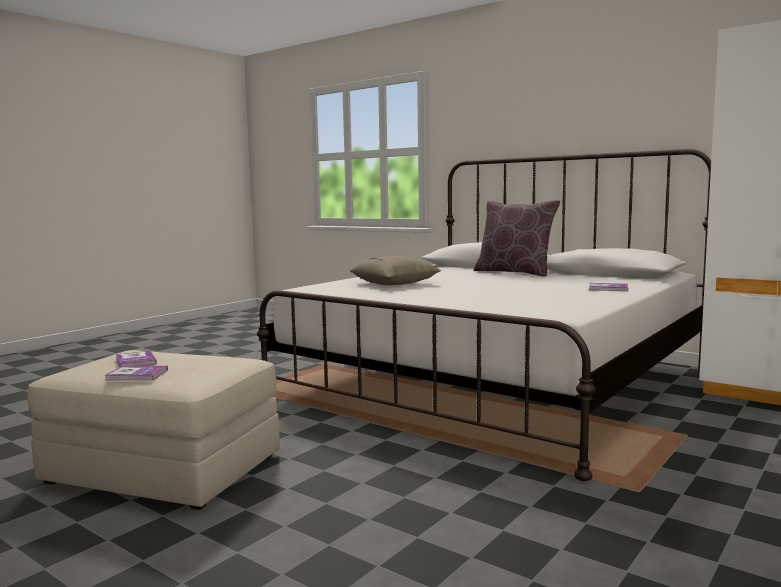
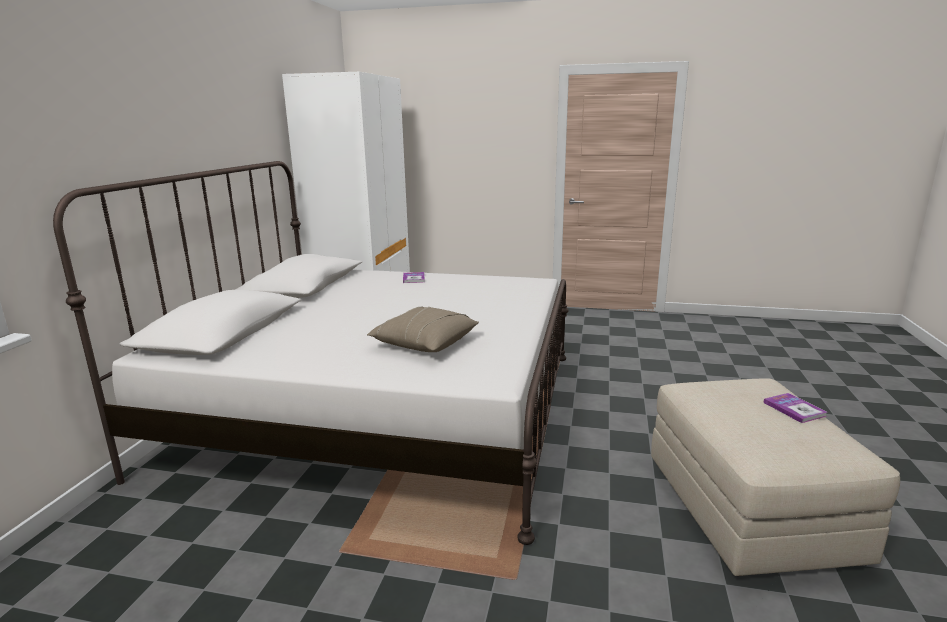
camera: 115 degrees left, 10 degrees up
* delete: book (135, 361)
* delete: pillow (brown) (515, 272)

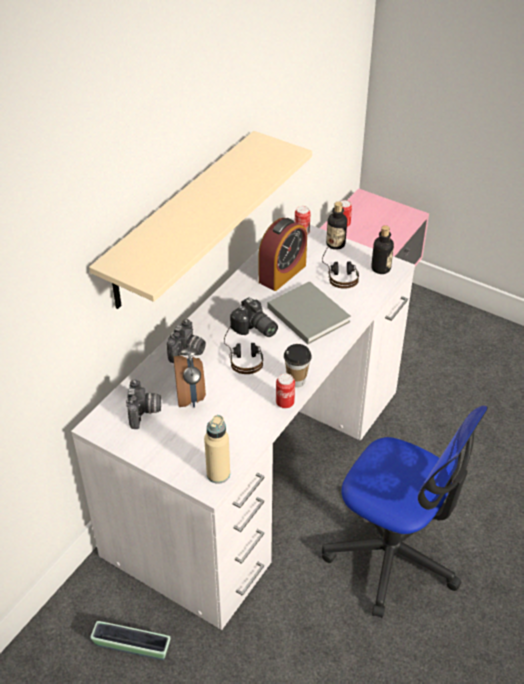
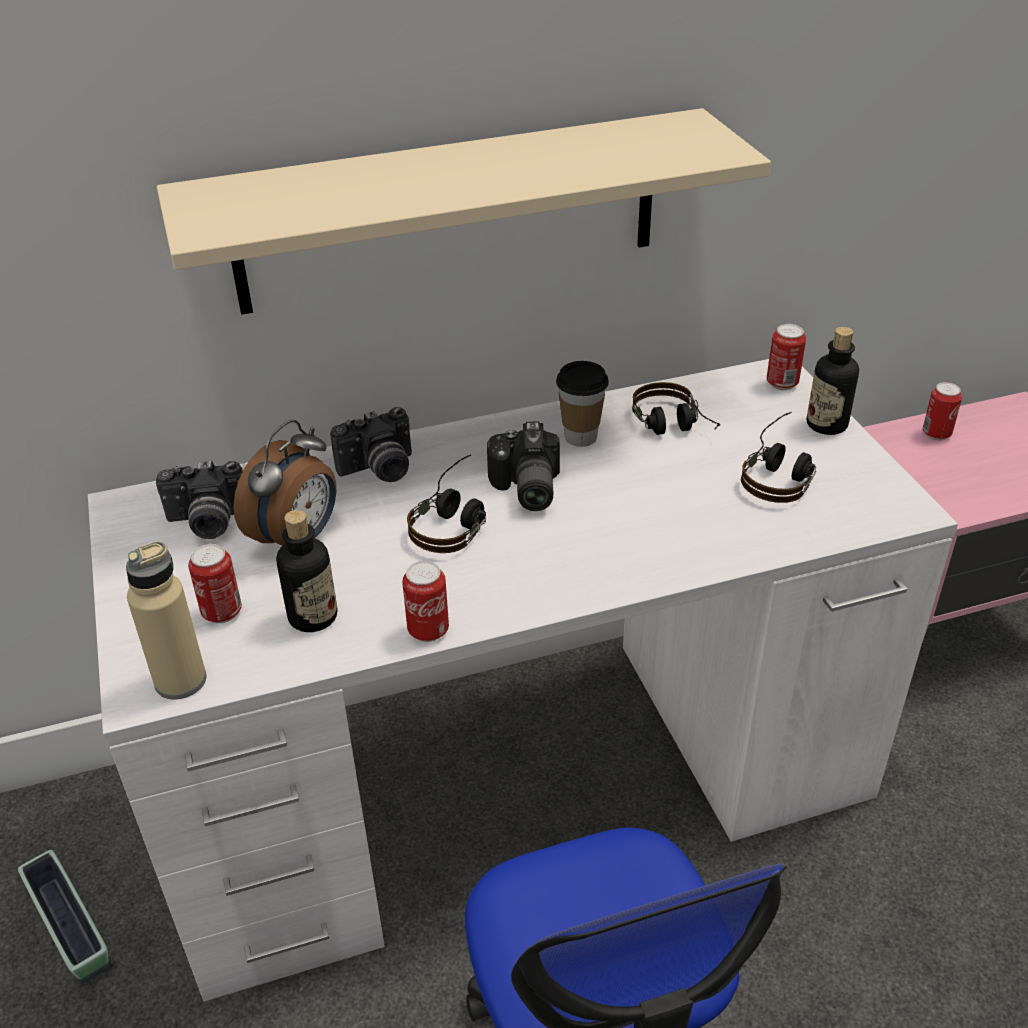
camera: 40 degrees right, 5 degrees down
* rotate: photo camera (145, 412) = (208, 523) 45 degrees clockwise
* replace: alarm clock (282, 273) to headphones (674, 428)
* delete: book (grey) (307, 313)
* move: cup (296, 381) to (581, 437)
* move: bottle (380, 268) to (313, 616)
* insert: can (222, 612)

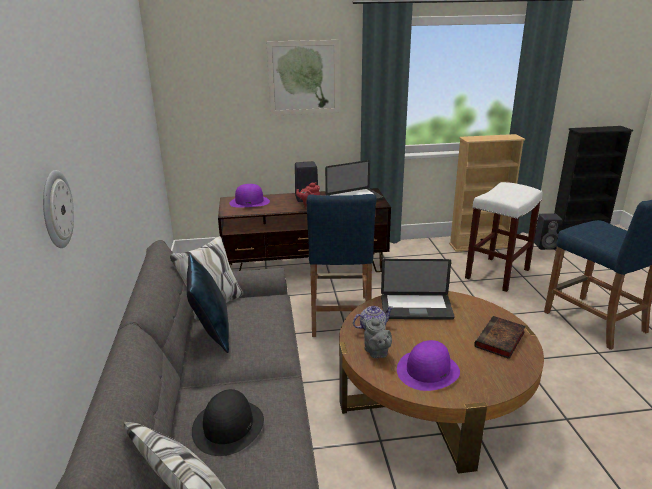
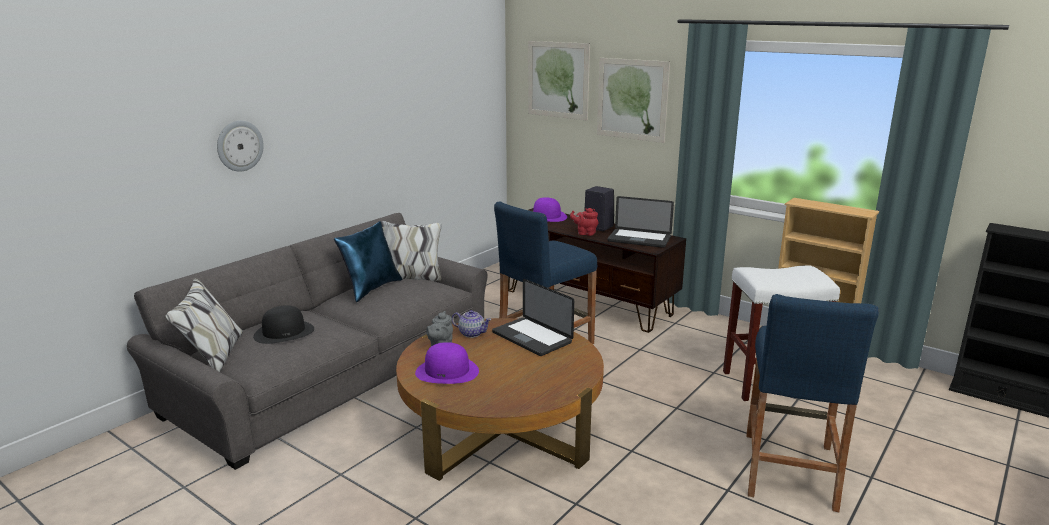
camera: 45 degrees right, 5 degrees down
* delete: book (500, 340)
* delete: speaker (black) (546, 246)
* insert: picture (558, 80)

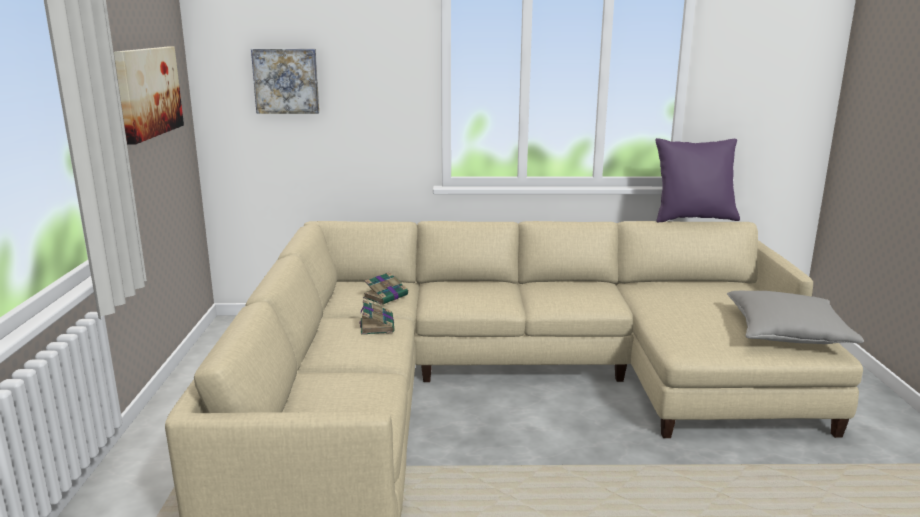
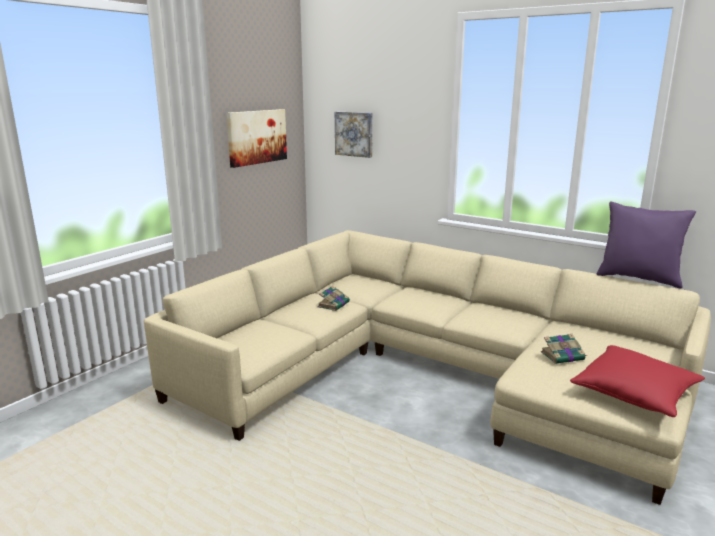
camera: 35 degrees right, 0 degrees up
* move: book (386, 296) to (563, 356)
* recolor: pillow (grey) (787, 334) to pillow (red) (635, 394)

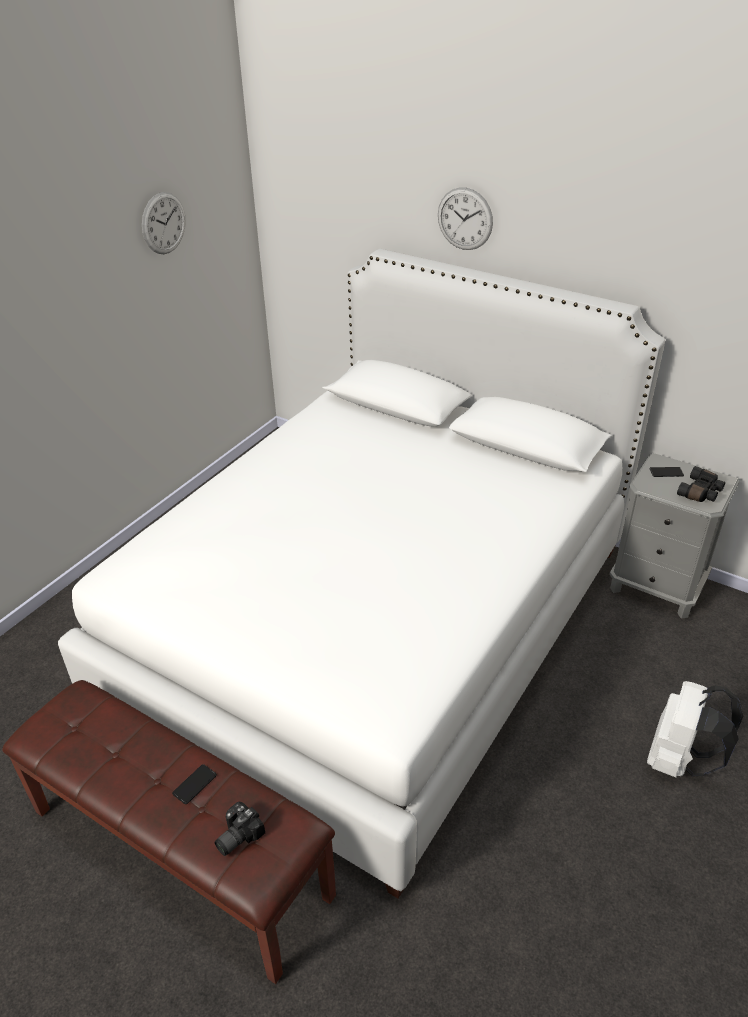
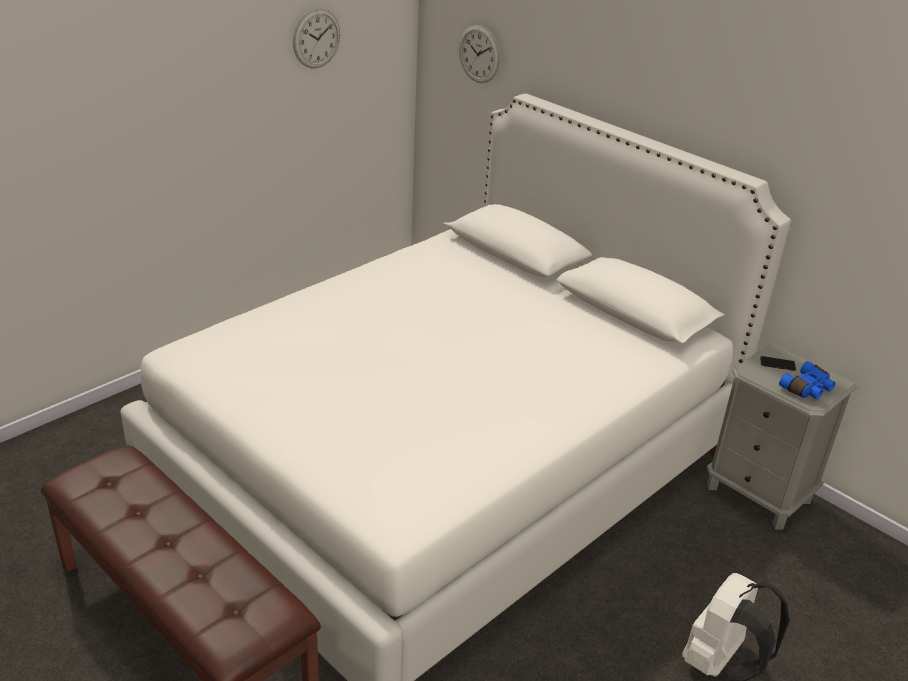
camera: 10 degrees right, 5 degrees down
* delete: phone (194, 784)
* delete: photo camera (236, 836)
* move: wall clock (465, 219) to (479, 54)
* recolor: binoculars (black) (701, 492) to binoculars (blue) (807, 389)

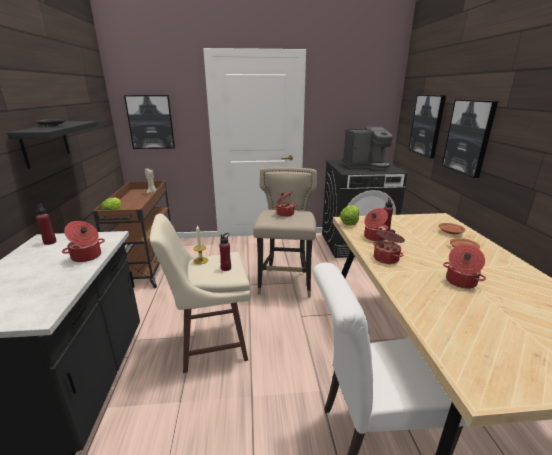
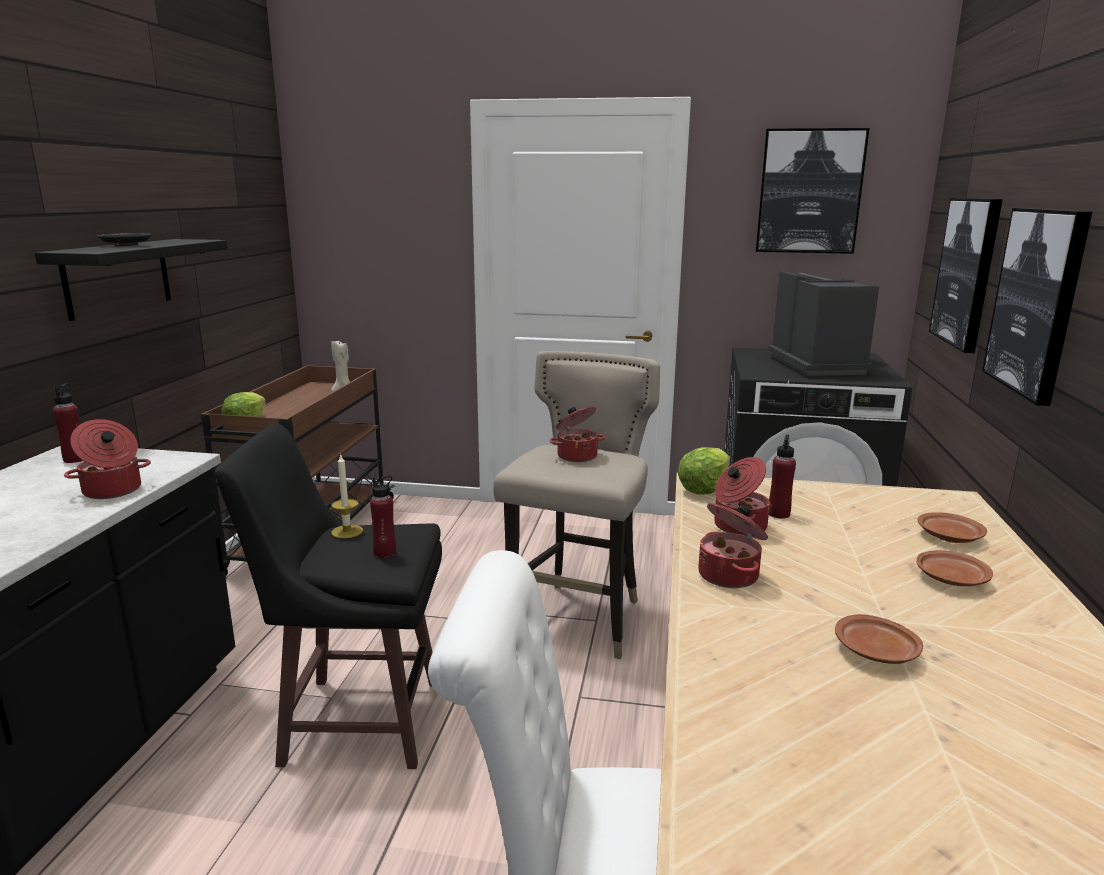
camera: 15 degrees right, 5 degrees down
* move: picture (151, 122) to (809, 192)
* recolor: stool (beige) (211, 344) to stool (black) (357, 720)
* rotate: coffee machine (366, 166) = (818, 365) 105 degrees counterclockwise
* replace: cooking pot (460, 282) to plate (brown) (876, 652)

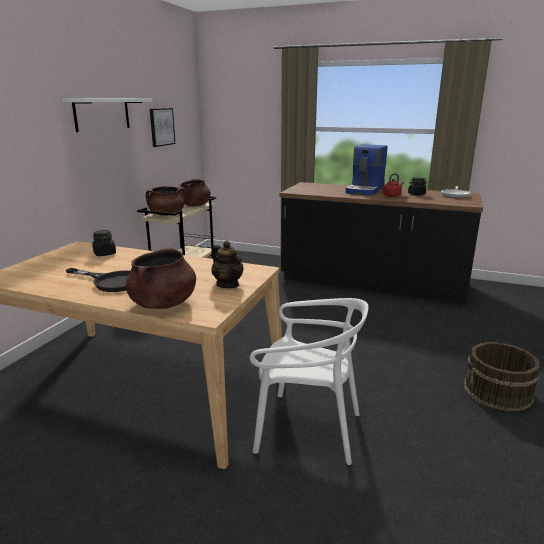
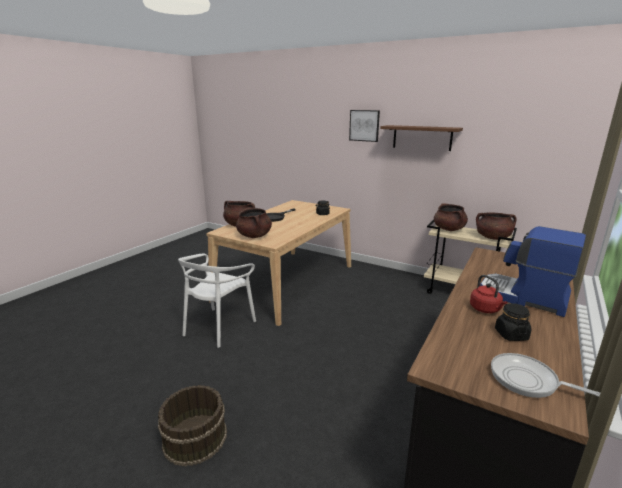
camera: 100 degrees right, 0 degrees up
* recolor: shelf (white) (102, 114) to shelf (brown) (422, 137)
* move: picture (161, 127) to (364, 125)
* replace: teapot (228, 284) to cooking pot (brown) (254, 236)

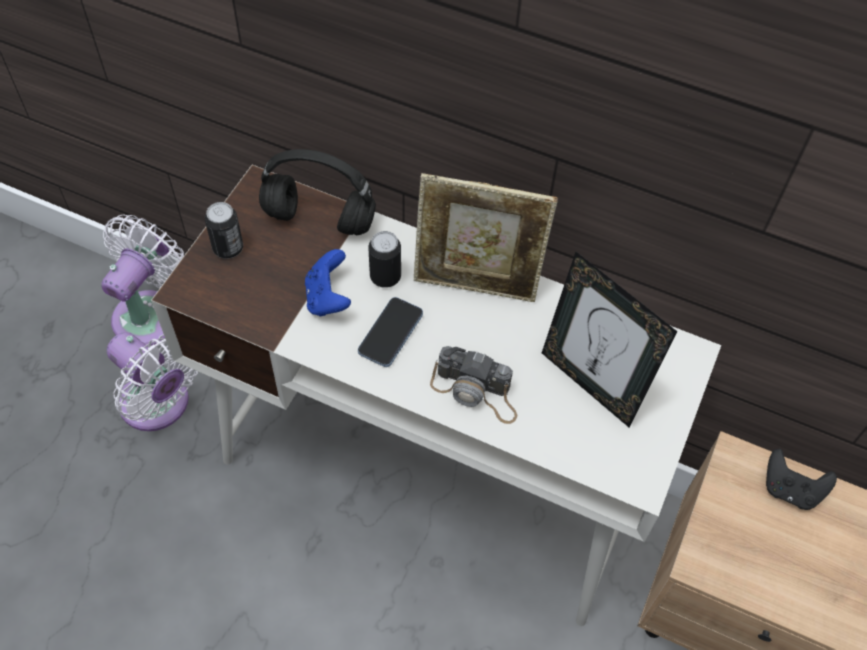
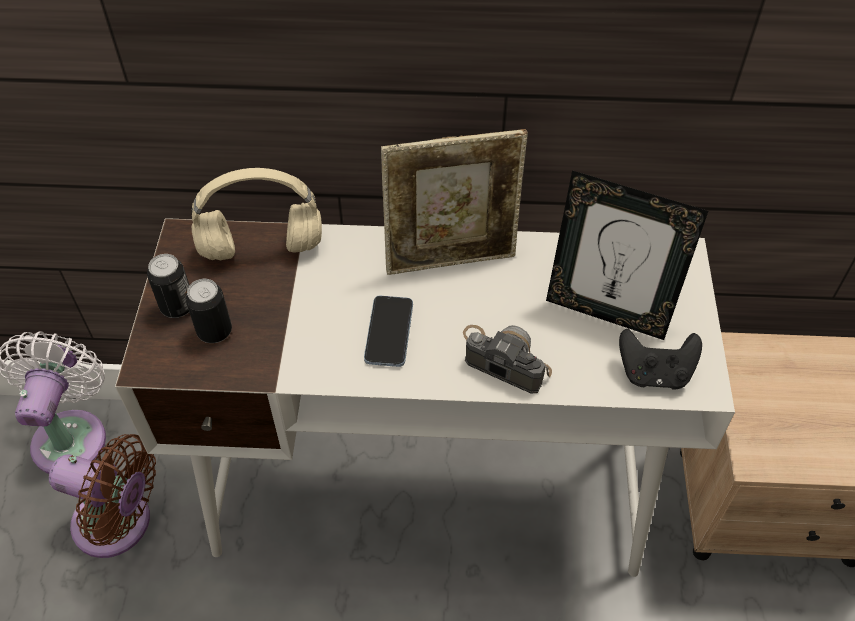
camera: 20 degrees left, 5 degrees down
* recolor: fan (white) (159, 405) to fan (brown) (119, 524)
* recolor: headphones (black) (317, 219) to headphones (beige) (259, 249)
* delete: game controller (blue) (328, 298)
* move: can (385, 276) to (214, 331)
* rotate: photo camera (476, 392) = (502, 359) 150 degrees counterclockwise
* move: game controller (black) (790, 489) to (654, 373)

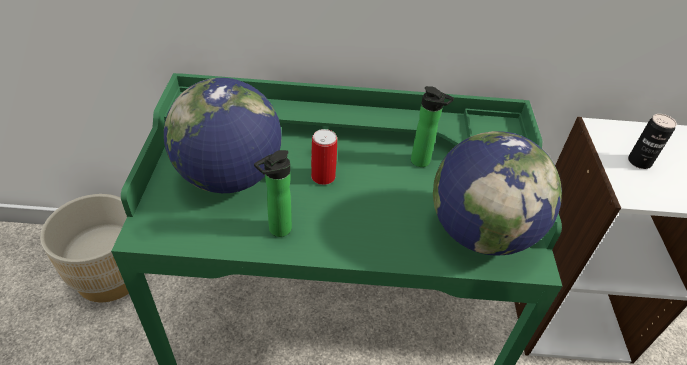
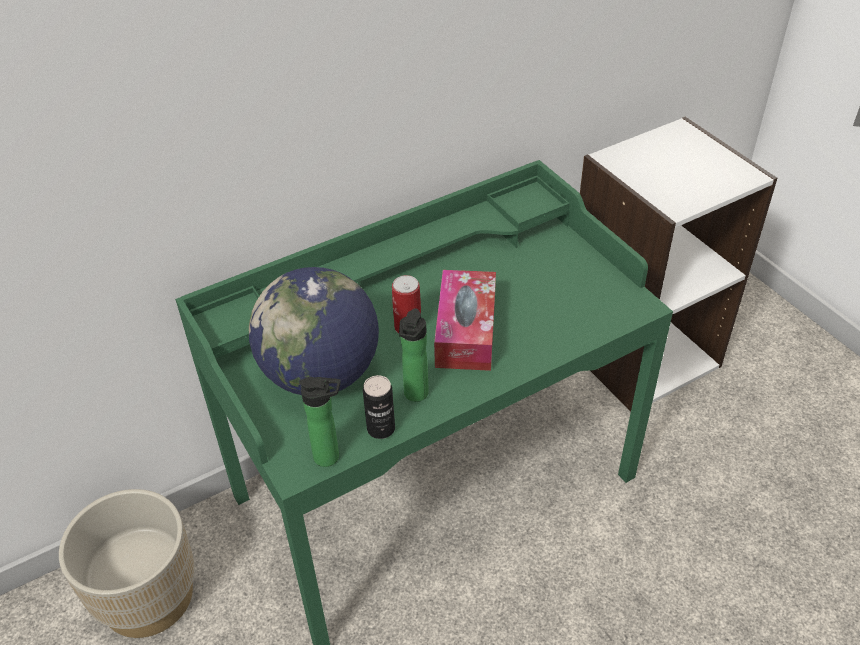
camera: 30 degrees left, 0 degrees up
* move: bottle (423, 162) to (330, 457)
* delete: globe (480, 232)
* move: can (639, 162) to (381, 428)
* insert: tissue box (466, 331)

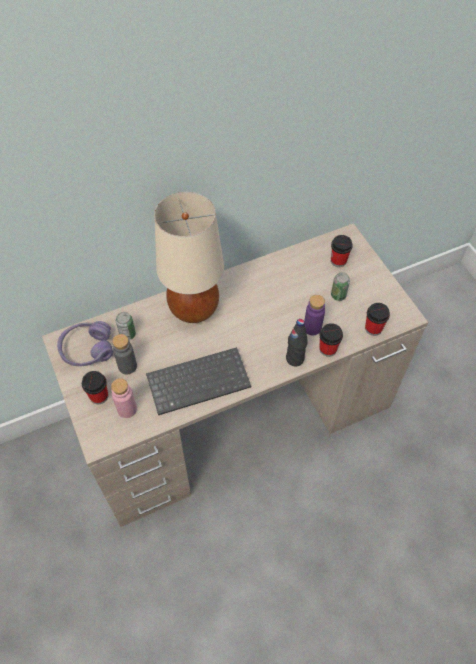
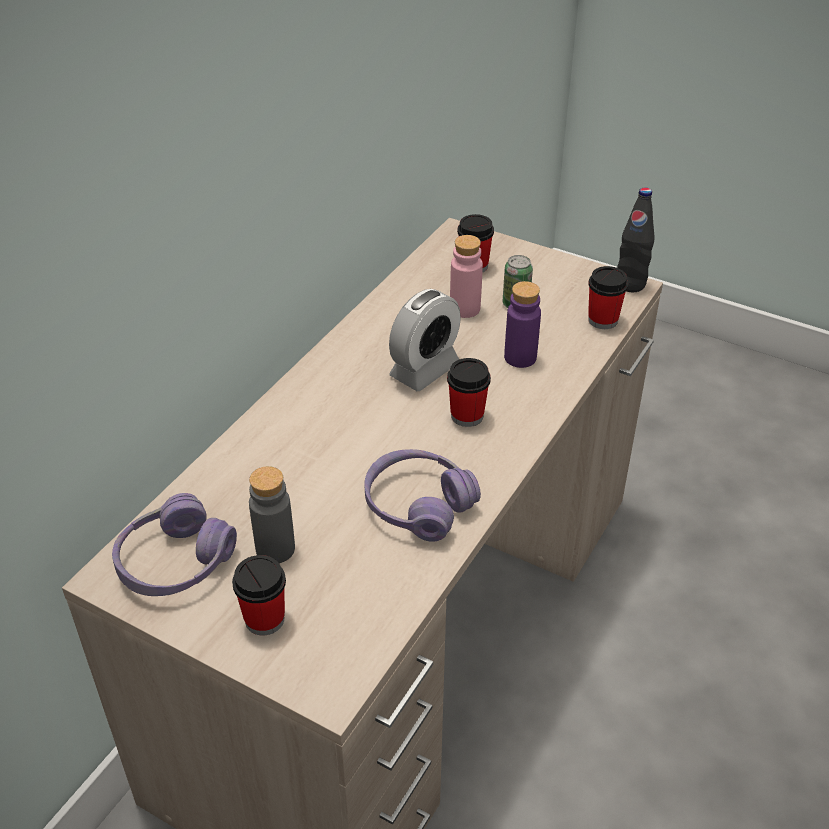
camera: 35 degrees left, 15 degrees down
* move: bottle (pink) (127, 409) to (465, 309)
* delete: can (127, 334)
* replace: keyboard (199, 380) to headphones (purple) (418, 505)
* delete: table lamp (beige) (194, 309)
* move: bottle (black) (295, 359) to (630, 284)
* move: cup (328, 349) to (467, 415)
* insert: alarm clock (424, 370)

